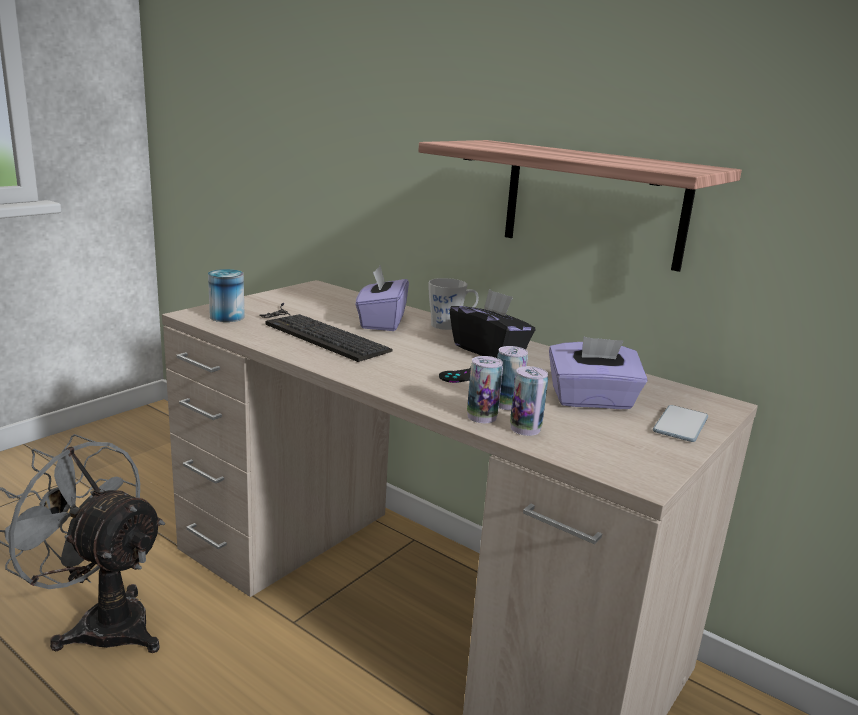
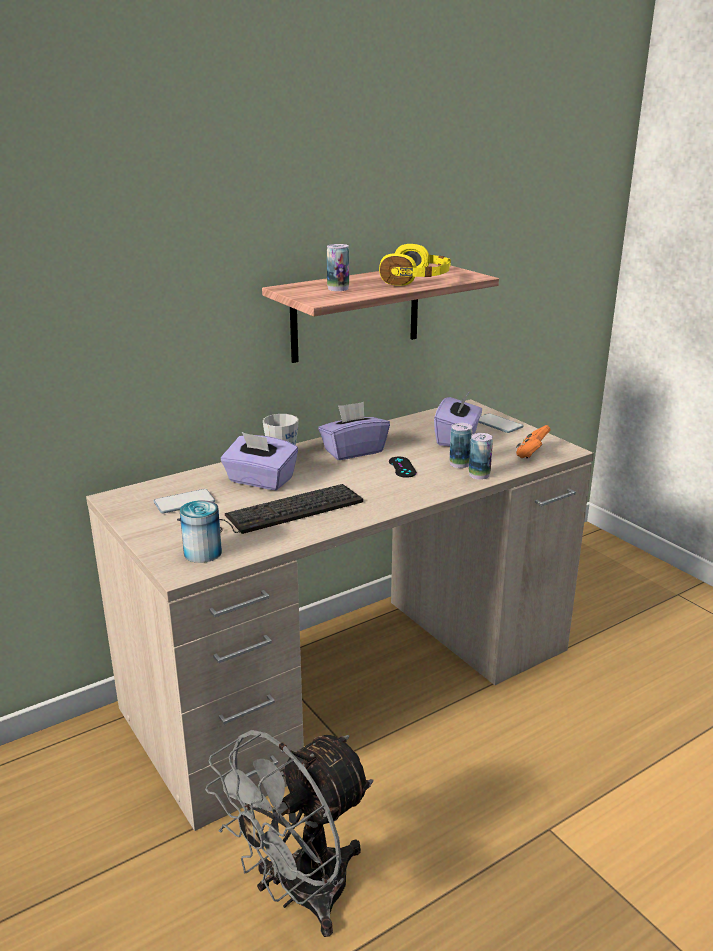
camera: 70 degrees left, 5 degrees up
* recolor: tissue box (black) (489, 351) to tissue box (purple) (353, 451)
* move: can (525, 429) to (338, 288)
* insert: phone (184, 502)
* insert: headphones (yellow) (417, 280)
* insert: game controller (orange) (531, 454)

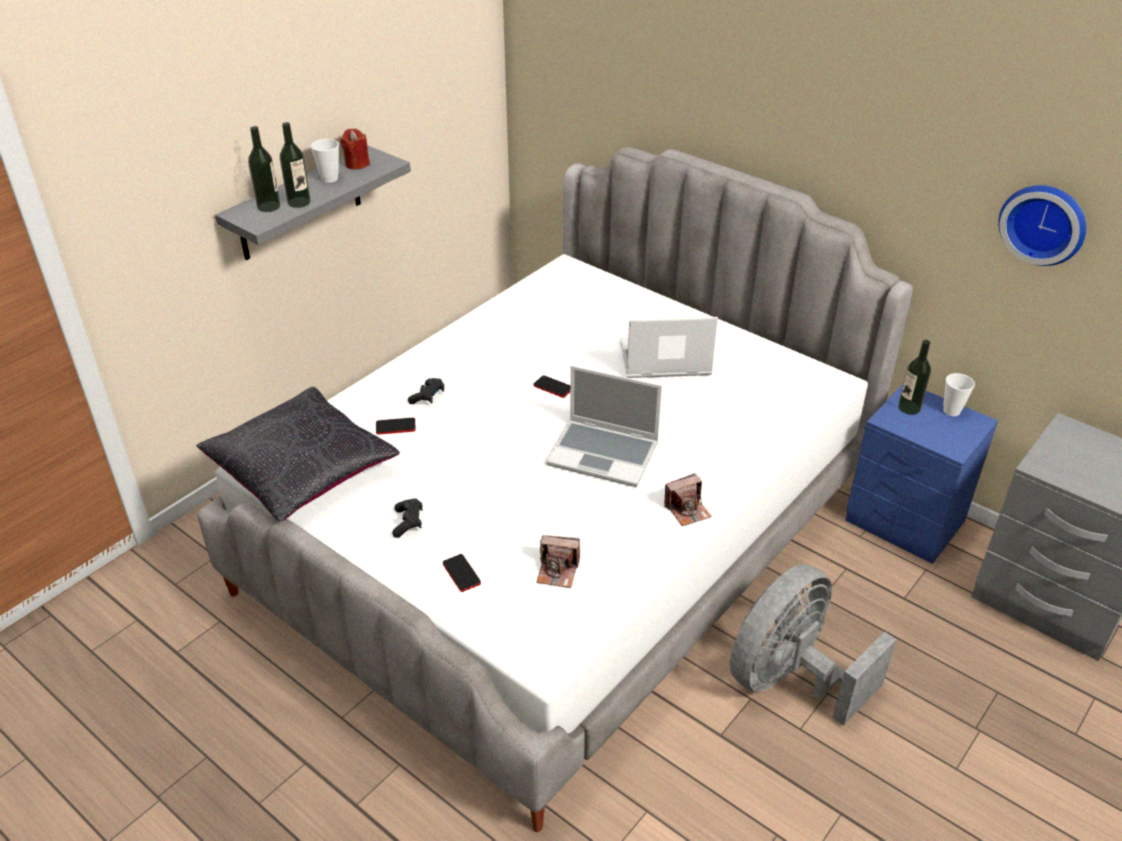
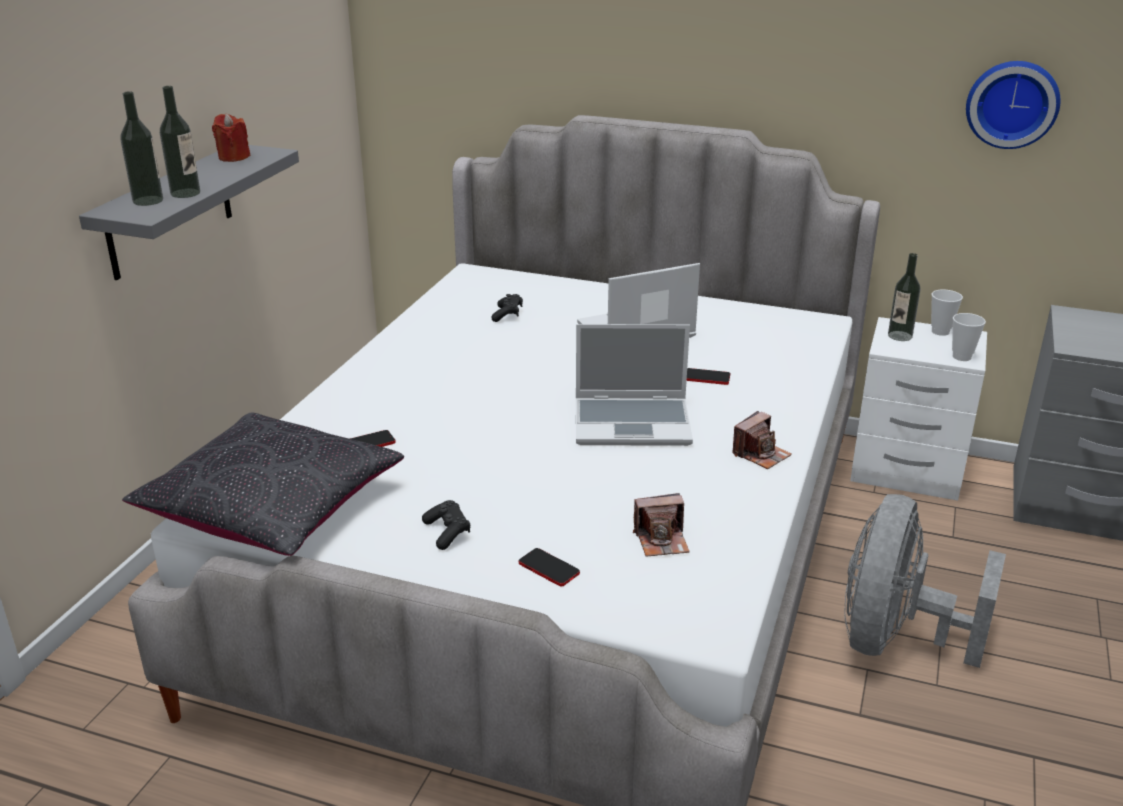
camera: 20 degrees left, 10 degrees down
* move: cup (329, 179) to (961, 357)
* move: game controller (black) (428, 397) to (507, 315)
* move: phone (553, 387) to (707, 377)
* recolor: nightstand (blue) (905, 523) to nightstand (white) (909, 471)

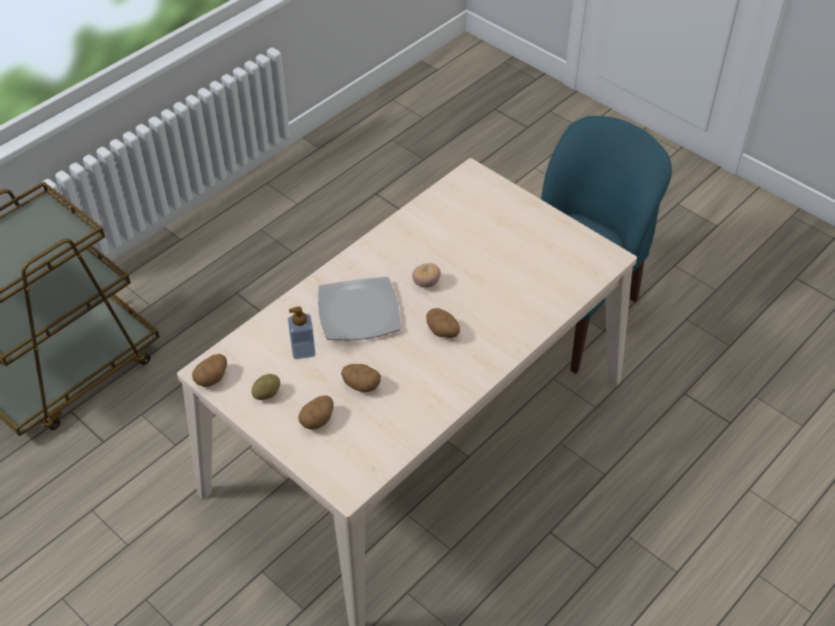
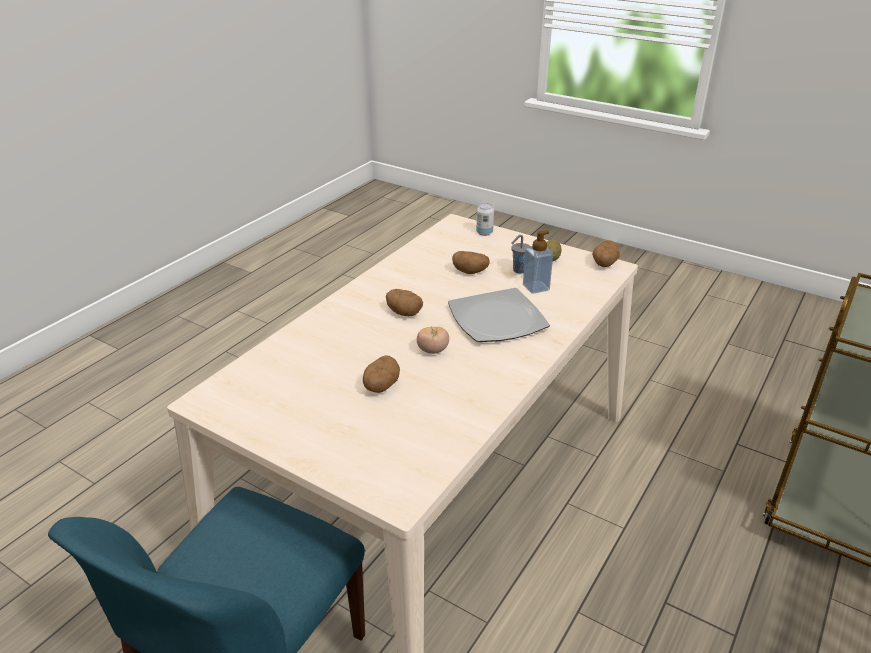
camera: 170 degrees right, 15 degrees down
* move: potato (317, 420) to (381, 386)
* insert: can (484, 233)
* insert: cup (grey) (518, 270)

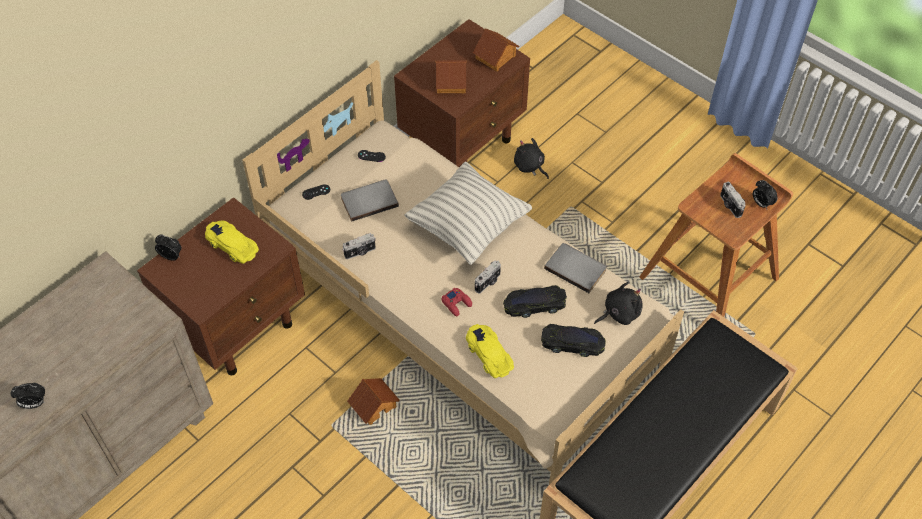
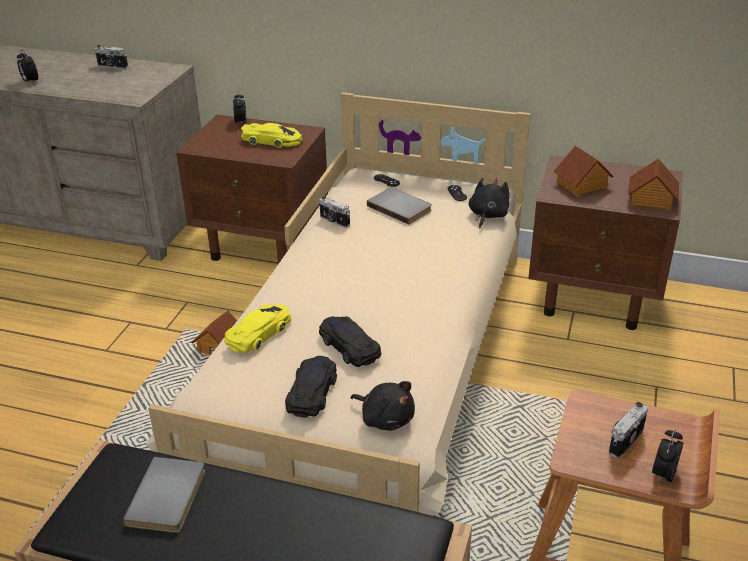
camera: 65 degrees right, 20 degrees down
* rotate: toy car (yellow) (231, 244) = (272, 140) 90 degrees clockwise
* delete: pillow (468, 227)
* delete: game controller (red) (456, 303)
* move: photo camera (488, 282) to (112, 67)
* move: plush toy (black) (530, 166) to (487, 215)
* rotate: toy car (black) (572, 343) = (312, 391) 150 degrees counterclockwise
* move: book (grey) (576, 268) to (169, 497)

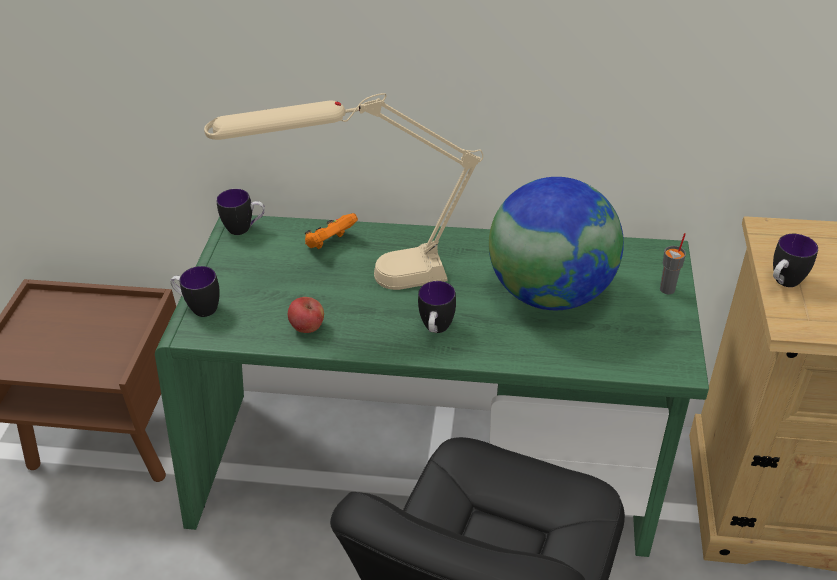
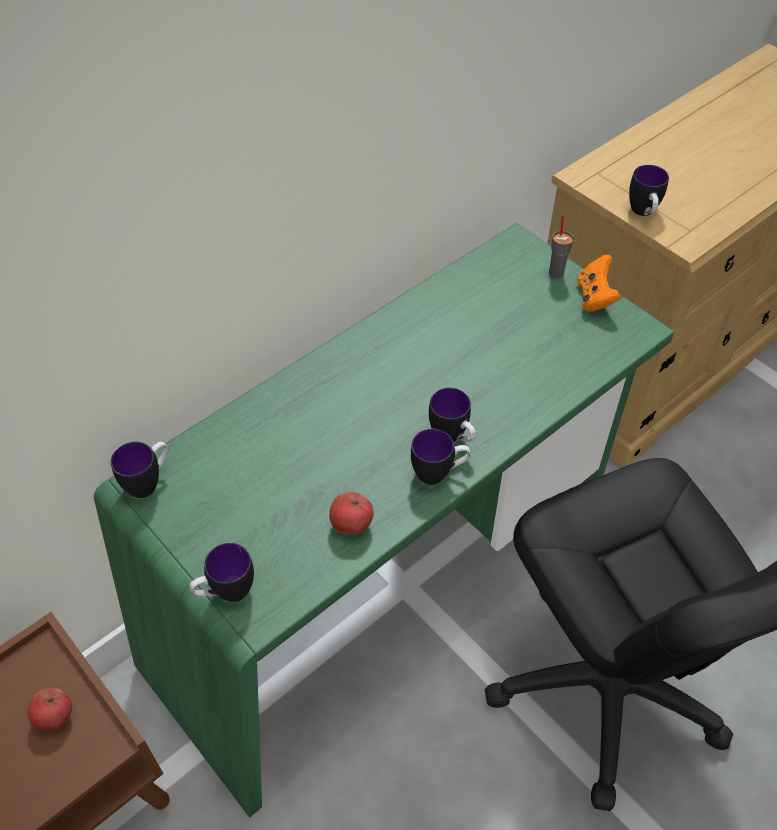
camera: 50 degrees left, 10 degrees up
* delete: table lamp (beige) (363, 280)
* move: game controller (orange) (330, 243) to (594, 297)
* delete: globe (550, 293)
* insert: apple (55, 717)
* insert: mug (439, 473)

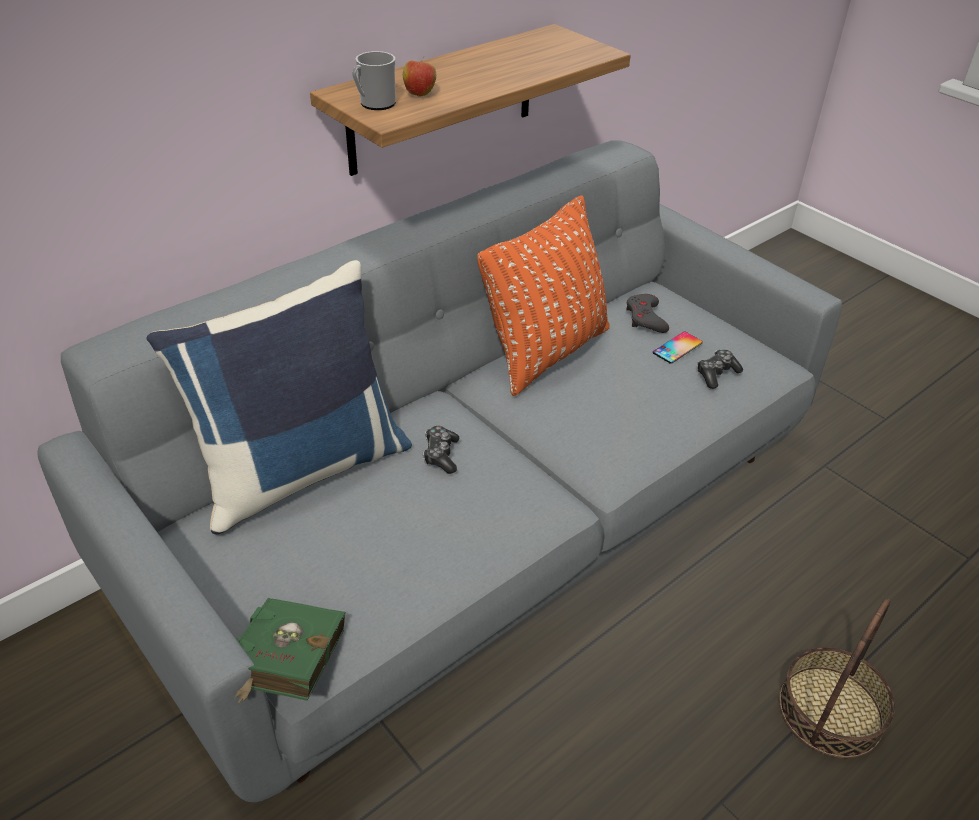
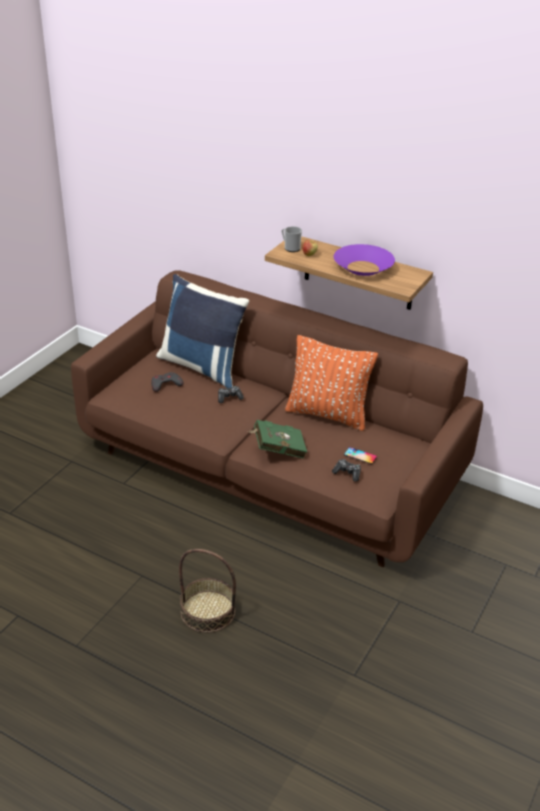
camera: 70 degrees right, 5 degrees down
* recolor: sofa (grey) (486, 521) to sofa (brown) (269, 470)
* move: book (green) (286, 671) to (277, 450)
* move: game controller (grey) (645, 318) to (166, 384)
* insert: bowl (purple) (363, 268)

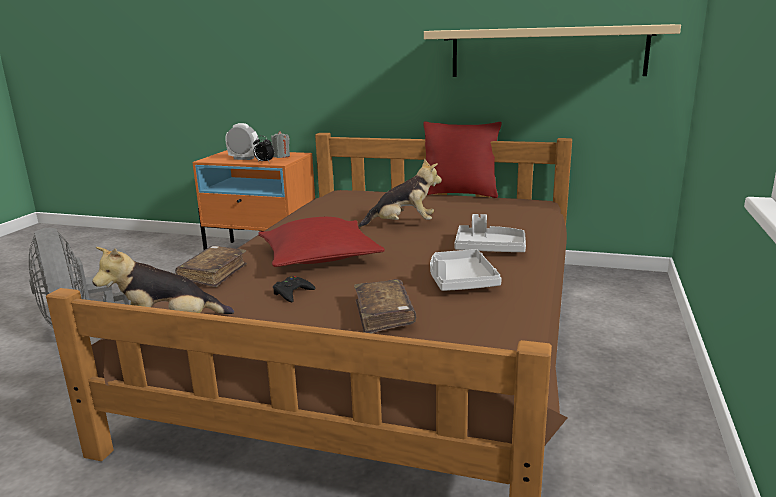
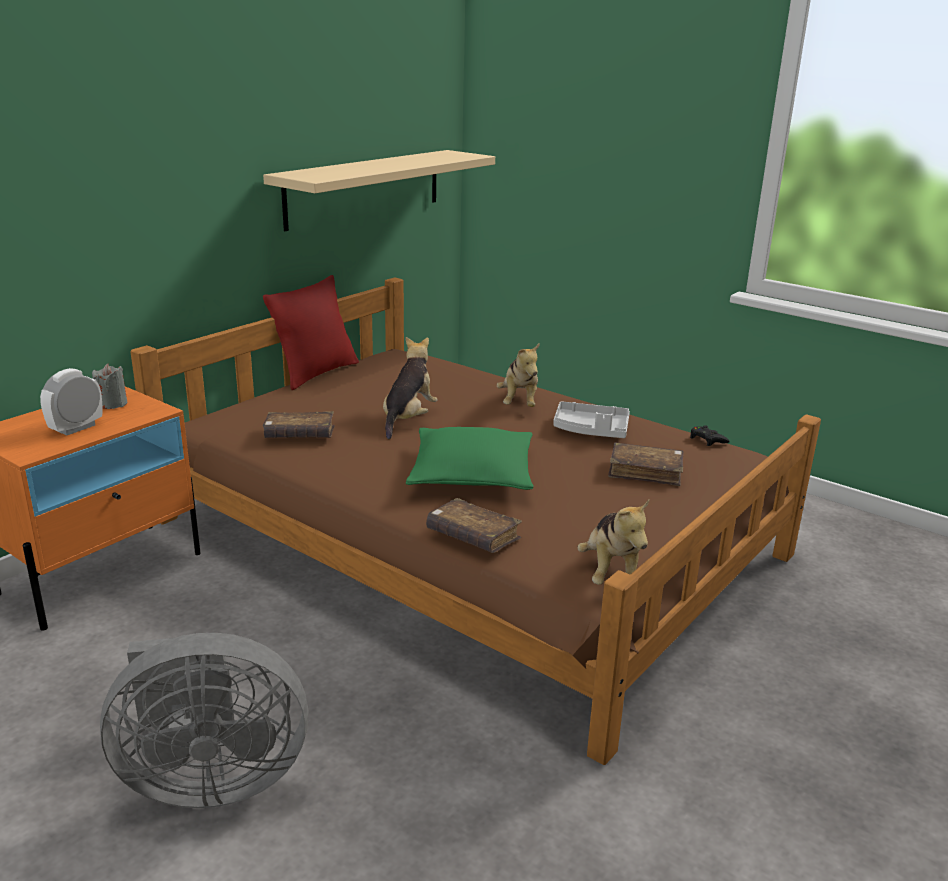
camera: 70 degrees left, 5 degrees up
* delete: alarm clock (264, 162)
* recolor: pillow (red) (319, 257) to pillow (green) (472, 474)
* move: game controller (black) (292, 293) to (707, 440)
* replace: tray (grey) (489, 248) to plush toy (519, 403)
* insert: book (brown) (299, 435)

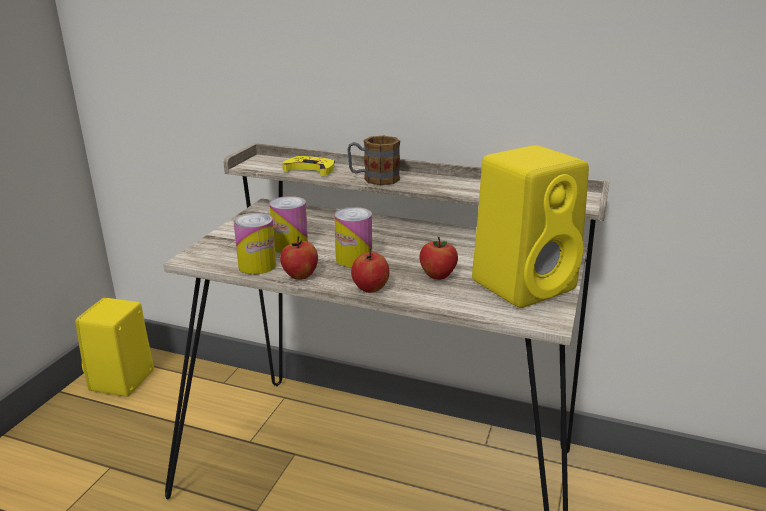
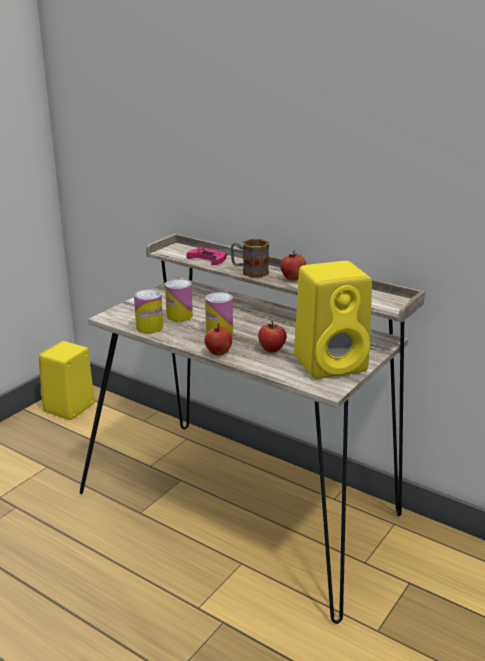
camera: 15 degrees right, 0 degrees up
* move: apple (300, 276) to (292, 278)
* recolor: game controller (yellow) (310, 170) to game controller (pink) (208, 259)

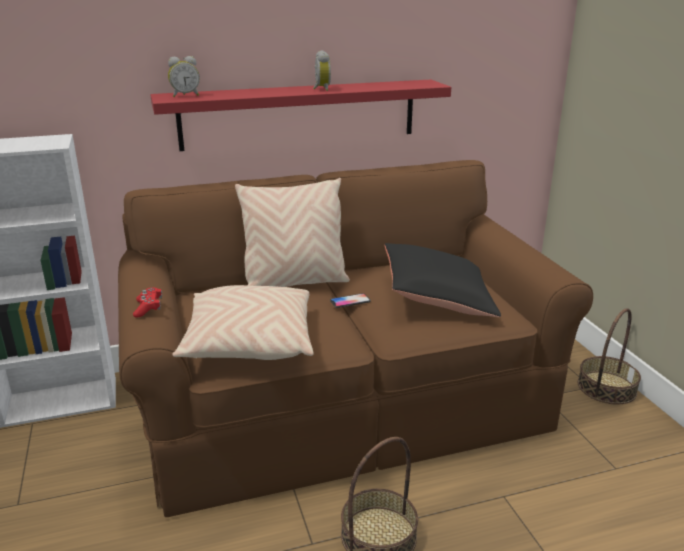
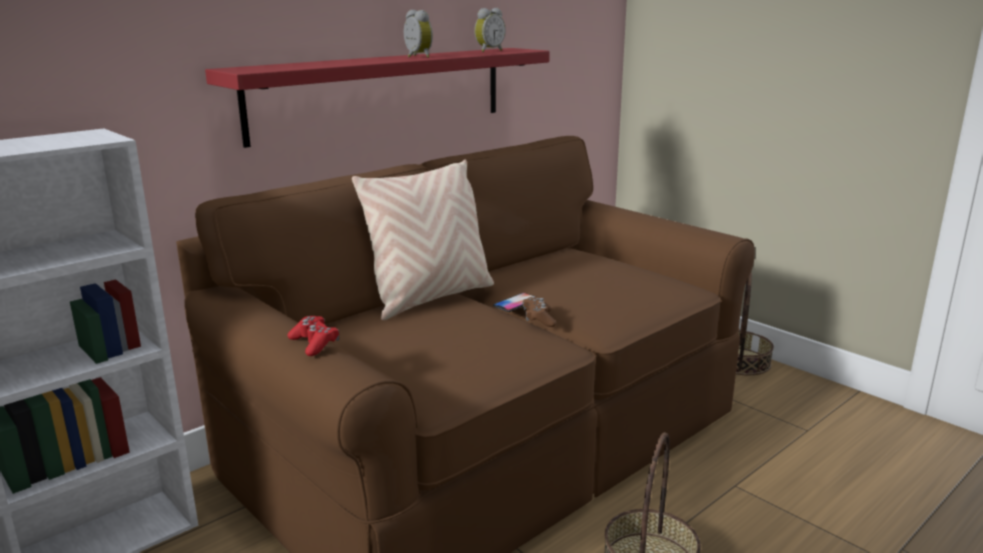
camera: 25 degrees left, 5 degrees down
* move: alarm clock (185, 95) to (488, 51)
* delete: pillow (beige) (249, 343)
* delete: pillow (black) (437, 298)
* insert: game controller (brown) (538, 319)

